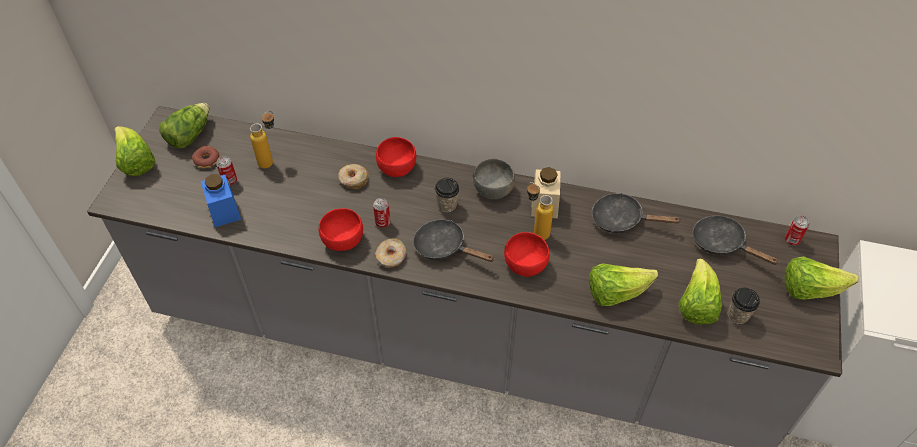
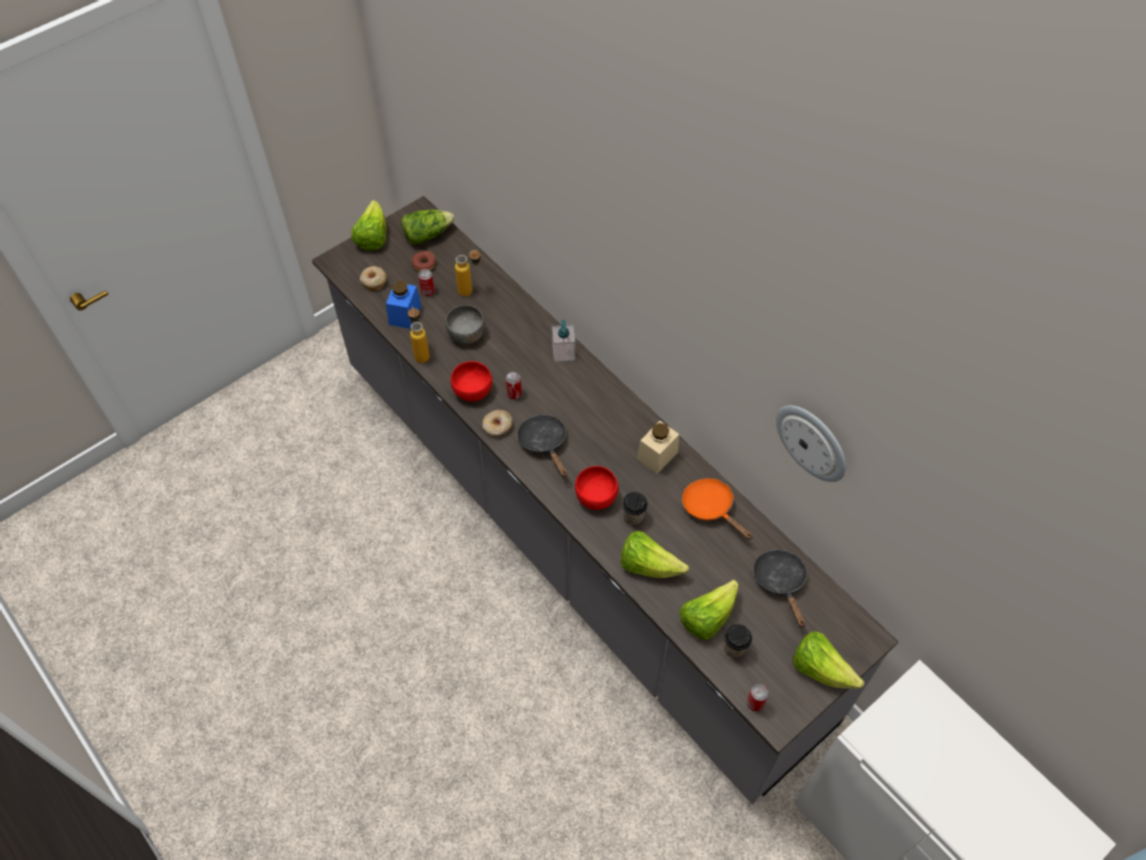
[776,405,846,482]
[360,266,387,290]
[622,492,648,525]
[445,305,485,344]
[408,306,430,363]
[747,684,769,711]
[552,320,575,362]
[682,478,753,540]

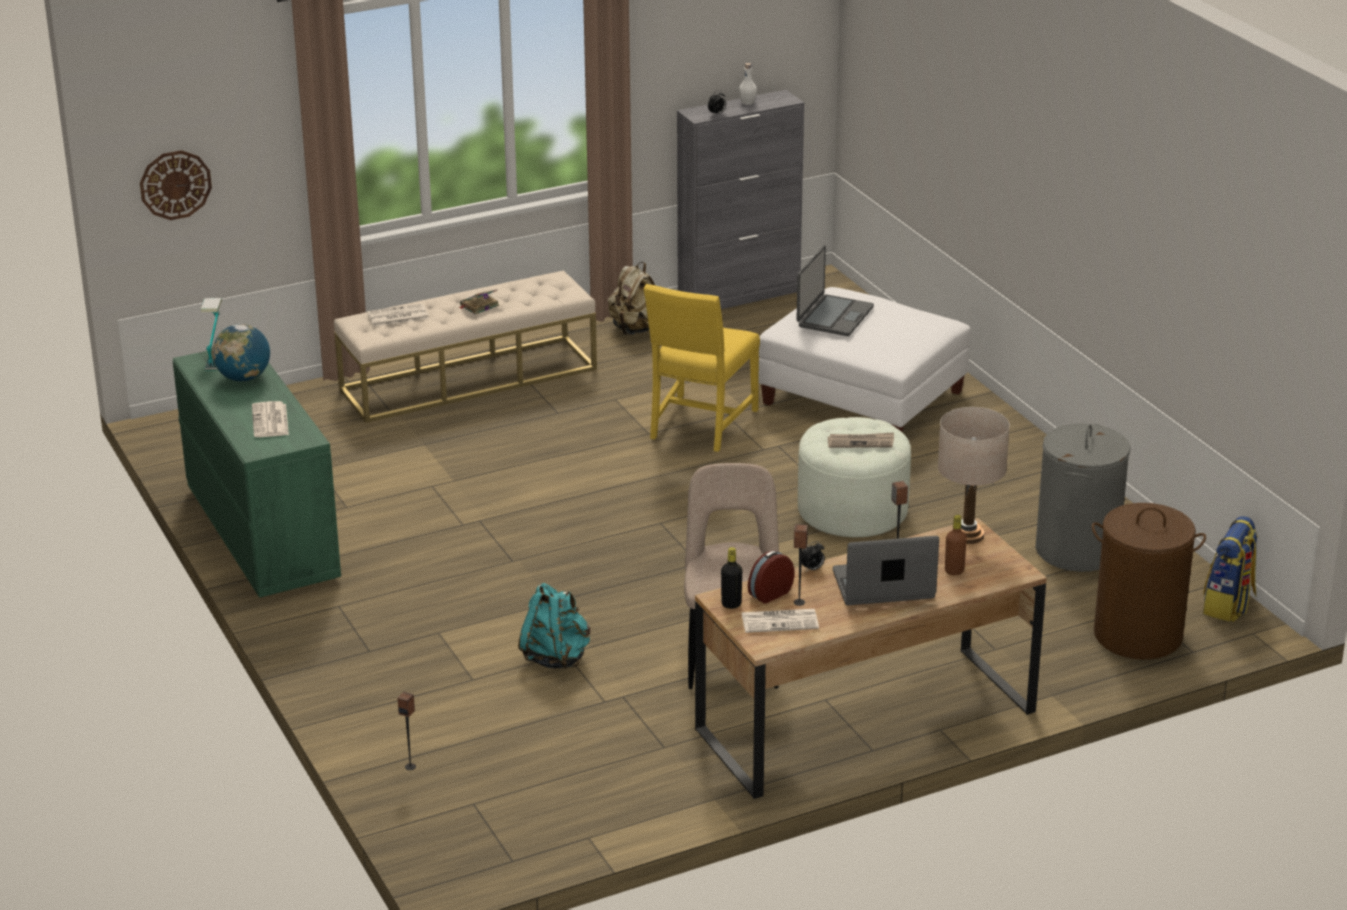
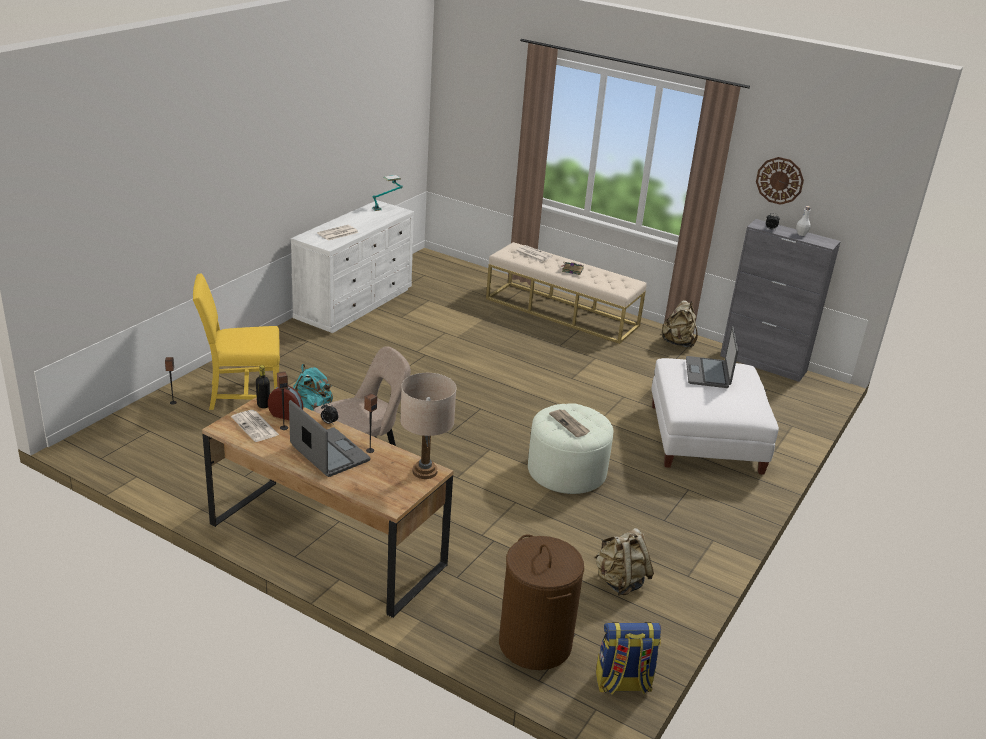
[212,324,270,381] (first image)
[945,515,967,575] (first image)
[756,157,804,205]
[193,273,280,410]
[594,528,654,596]
[291,200,414,333]
[686,326,738,388]

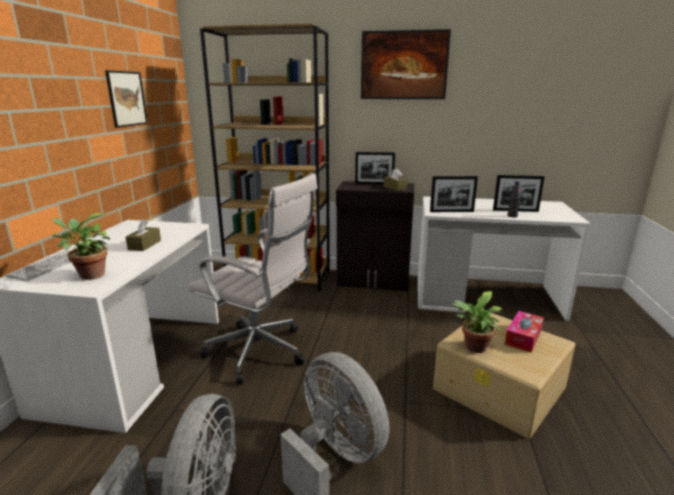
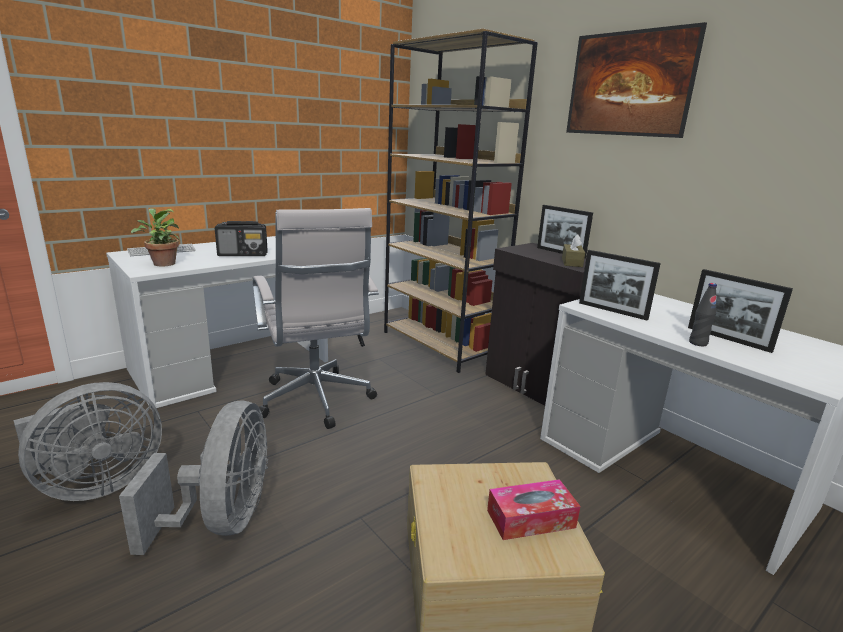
[105,70,148,128] (first image)
[451,291,502,353] (first image)
[215,221,268,256]

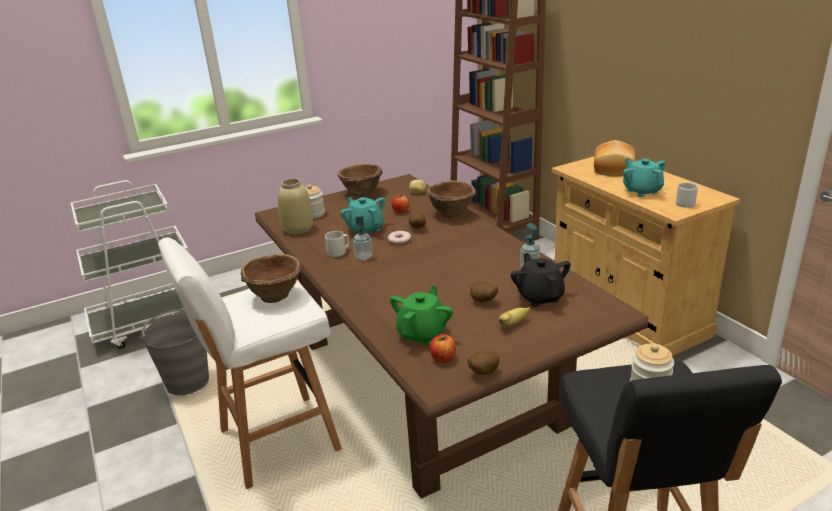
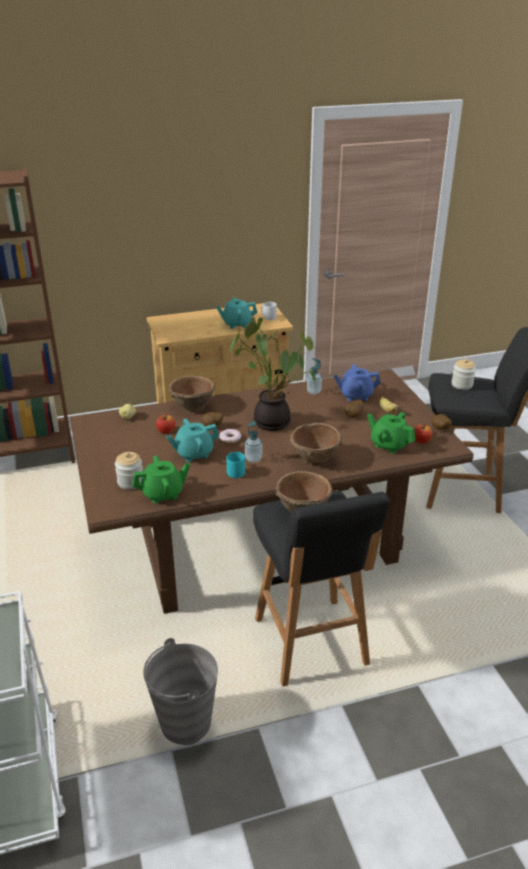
[594,140,635,177] (first image)
[229,317,315,431]
[290,423,342,465]
[132,455,190,503]
[253,490,390,687]
[226,452,245,478]
[333,364,381,401]

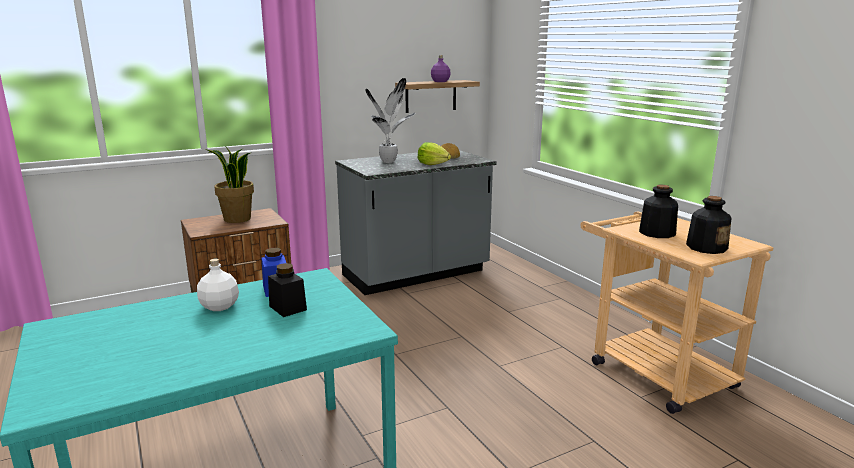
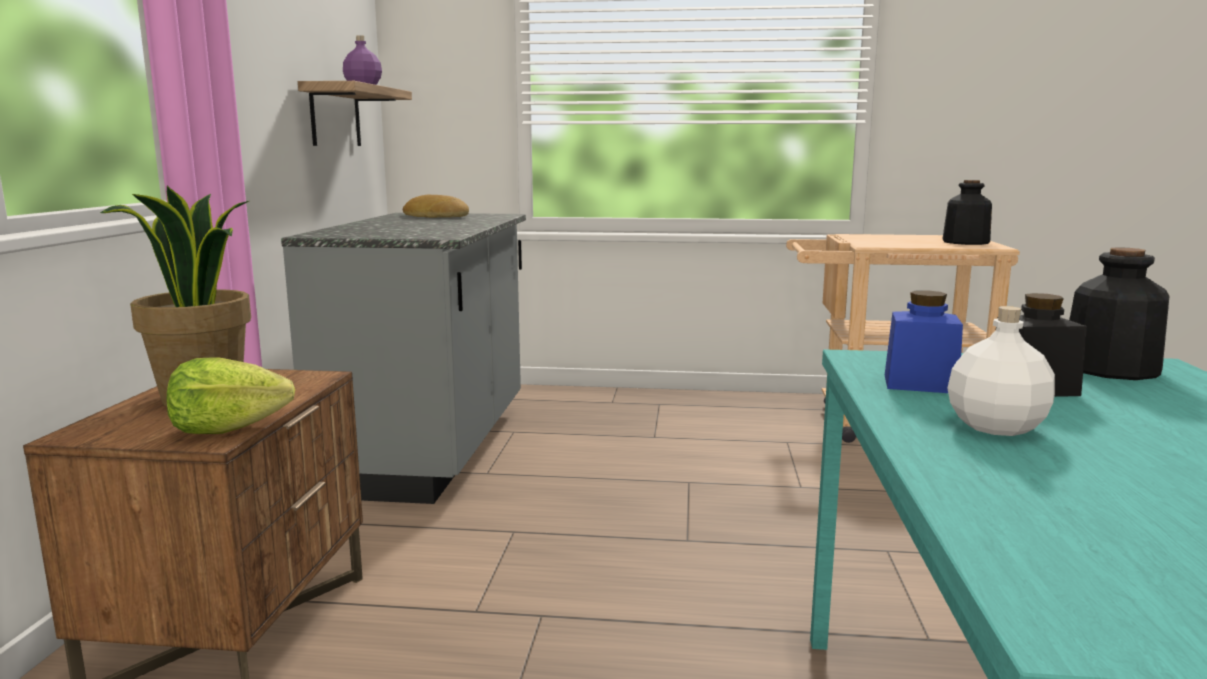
[366,78,415,163] (first image)
[167,357,295,434]
[1069,247,1170,380]

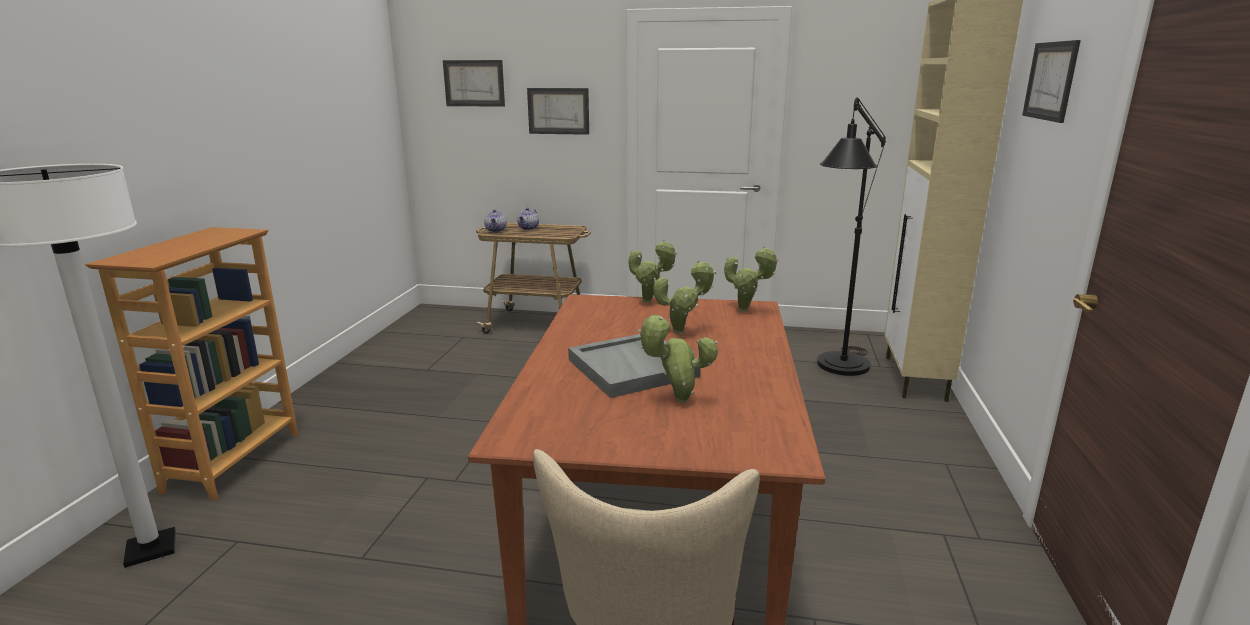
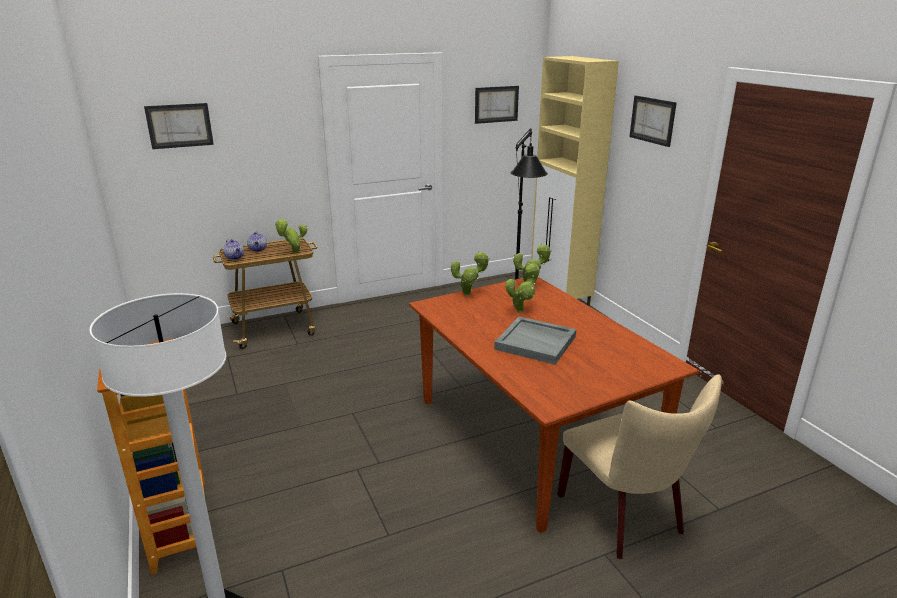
[475,86,519,124]
[275,219,307,254]

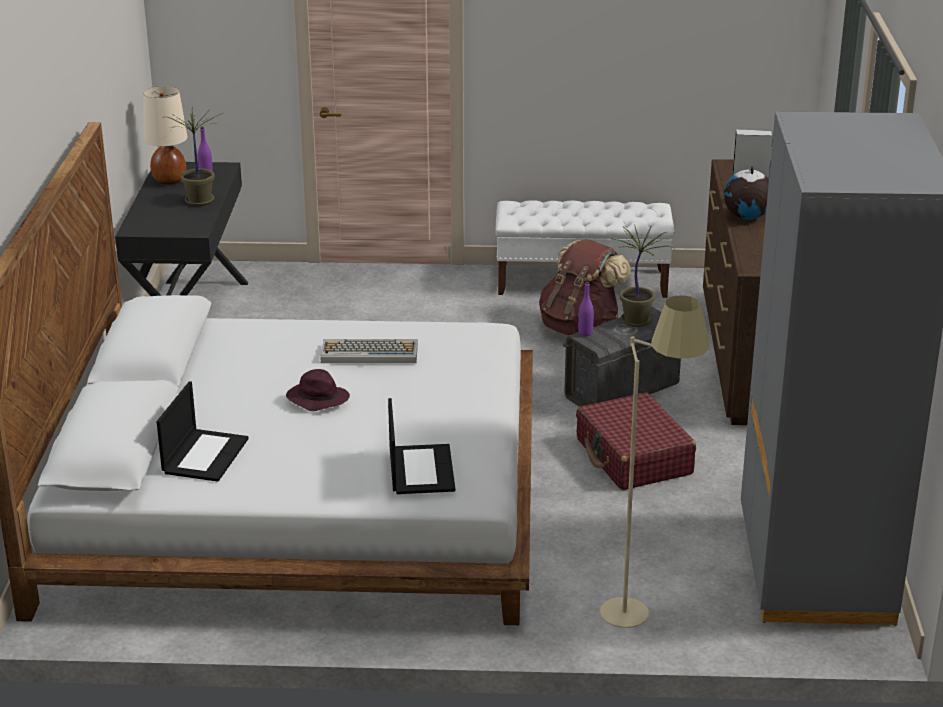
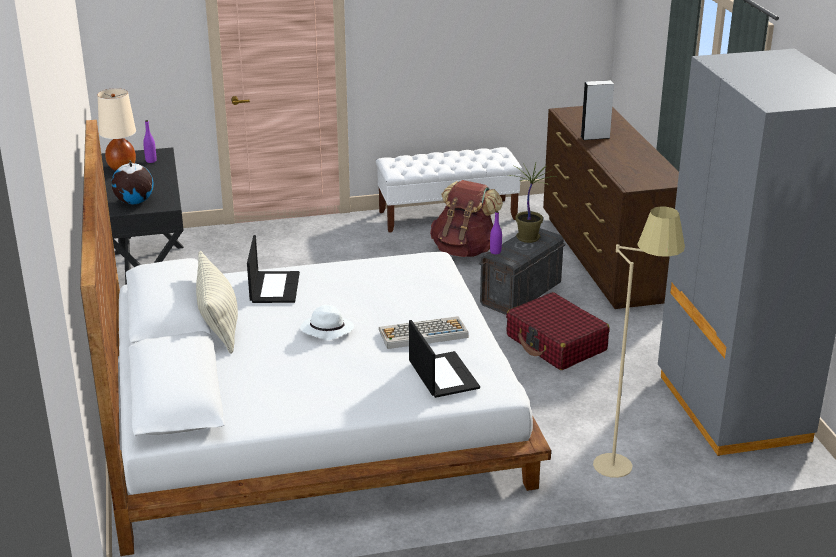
[167,107,223,206] (first image)
[196,251,238,354]
[247,235,300,303]
[379,316,469,349]
[111,160,154,204]
[300,305,354,340]

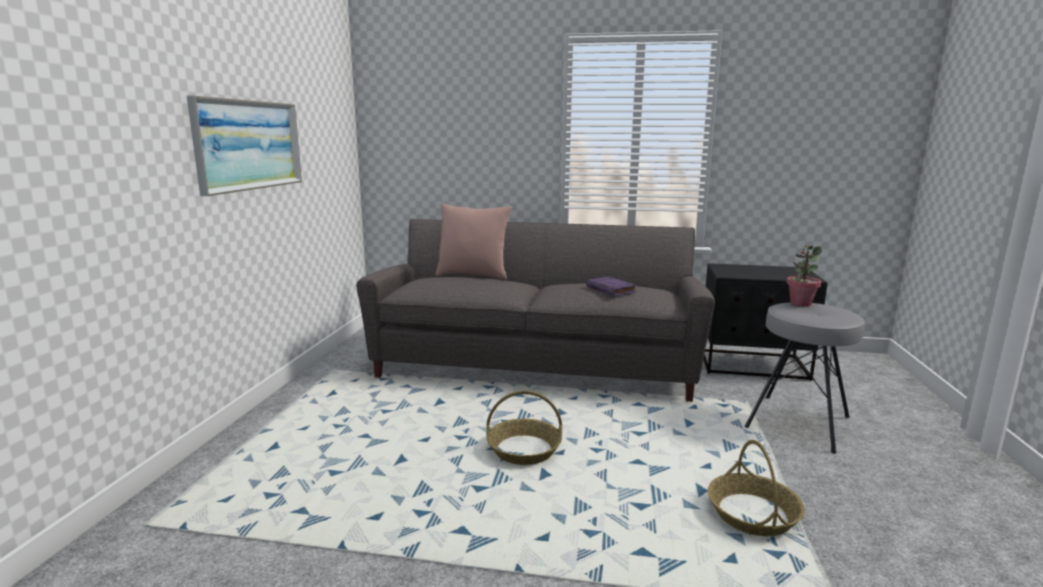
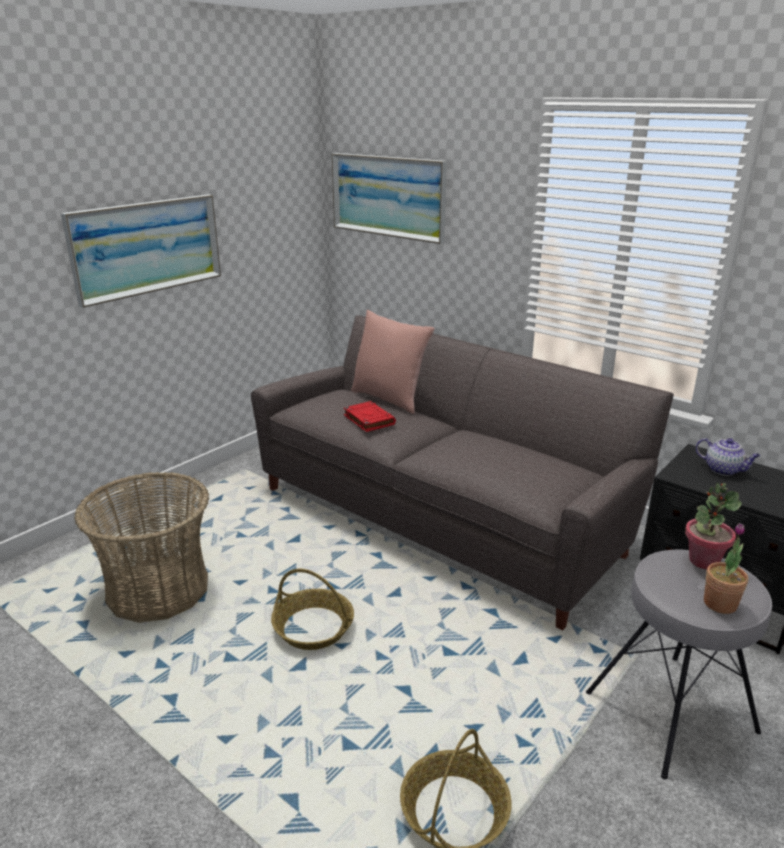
[586,277,637,296] (first image)
[74,472,209,623]
[332,153,447,244]
[343,401,396,432]
[696,438,761,476]
[704,523,748,614]

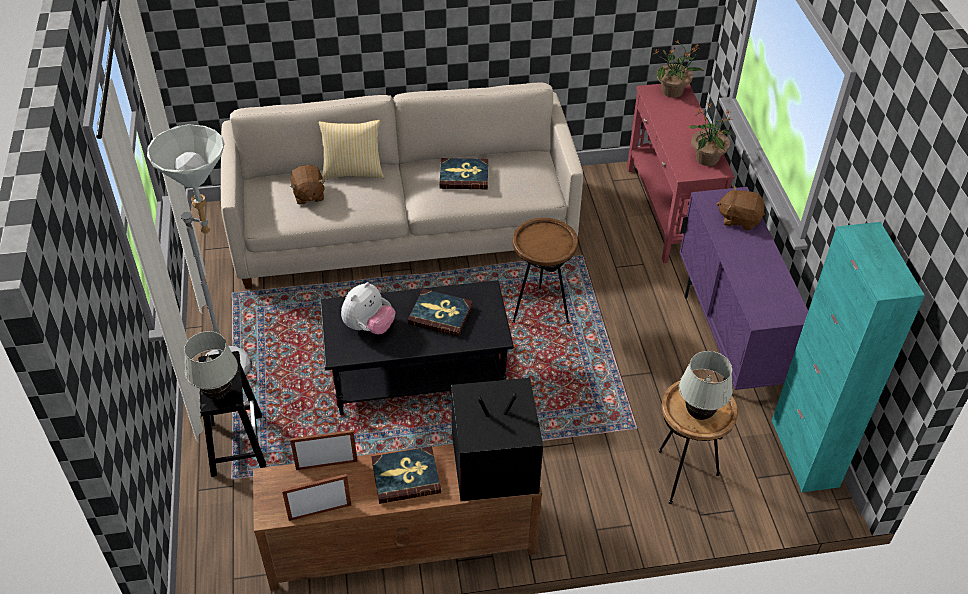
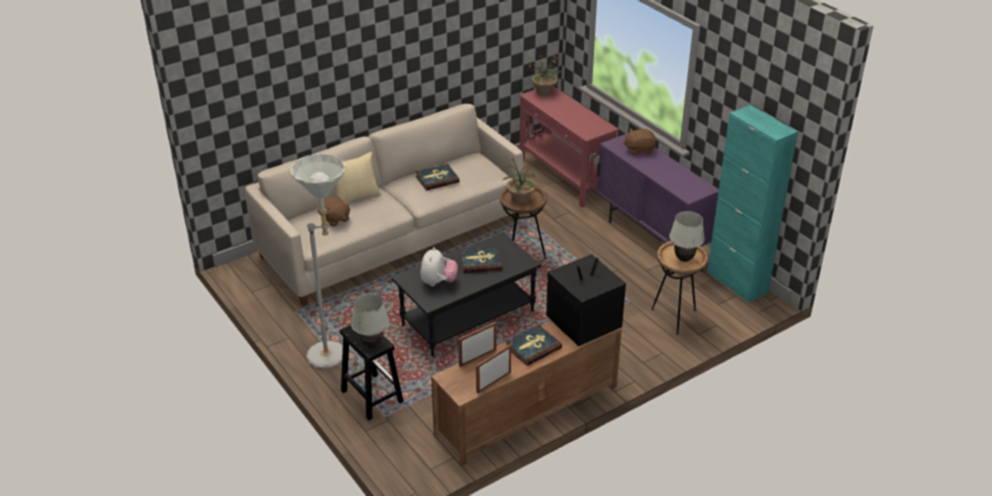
[502,157,536,204]

